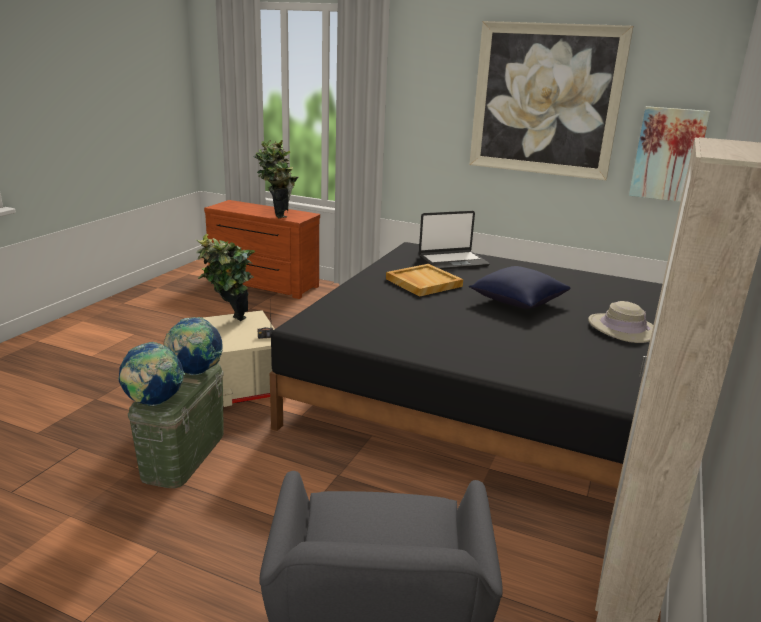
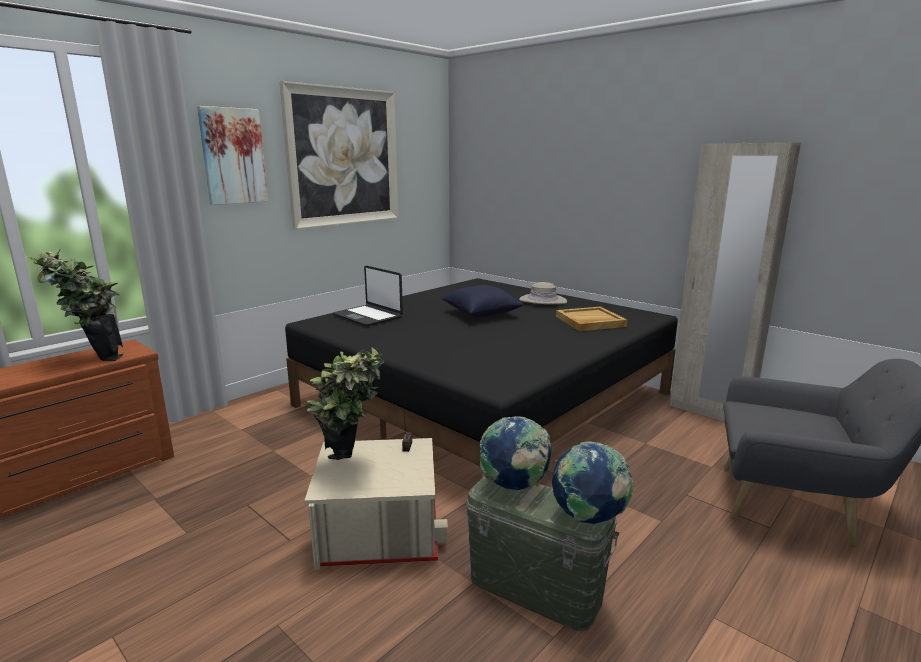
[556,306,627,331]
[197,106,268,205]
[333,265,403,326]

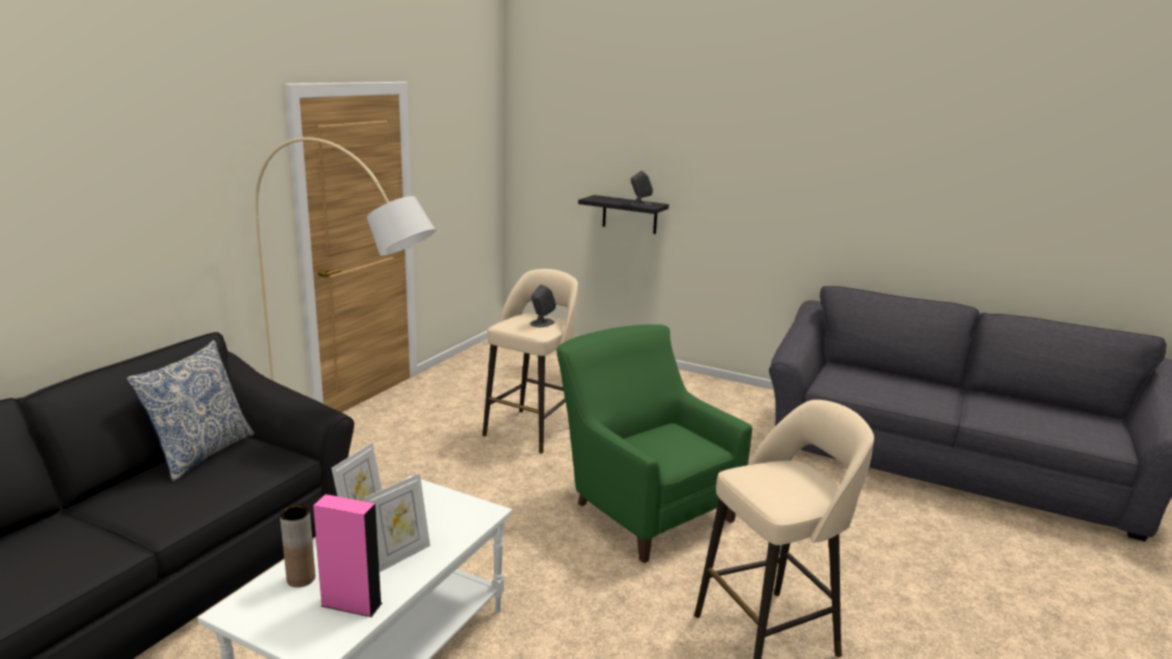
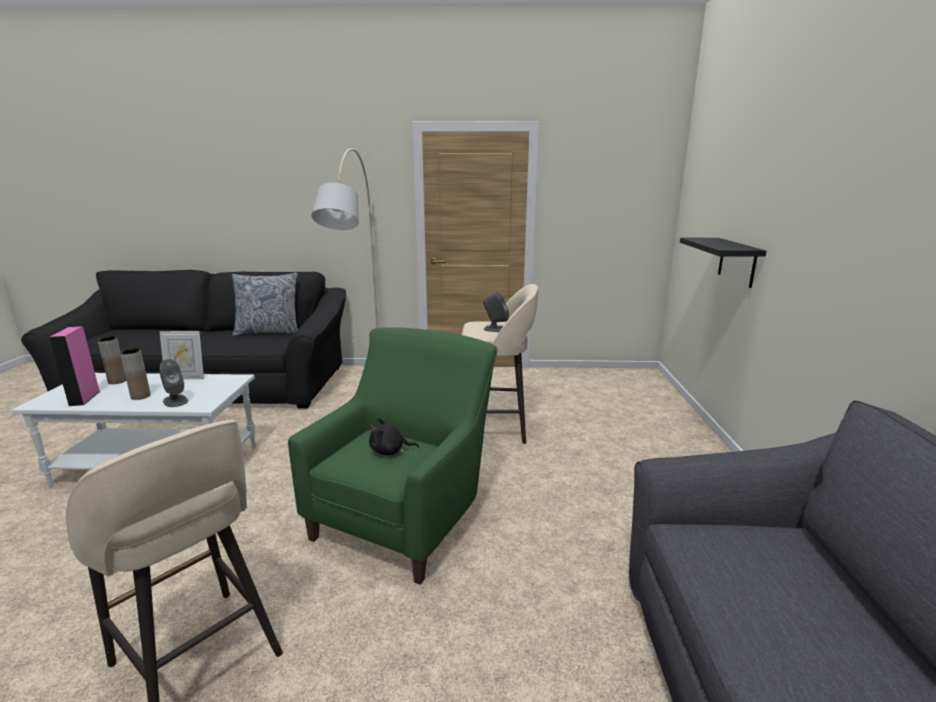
[369,418,419,455]
[159,359,188,407]
[120,348,151,400]

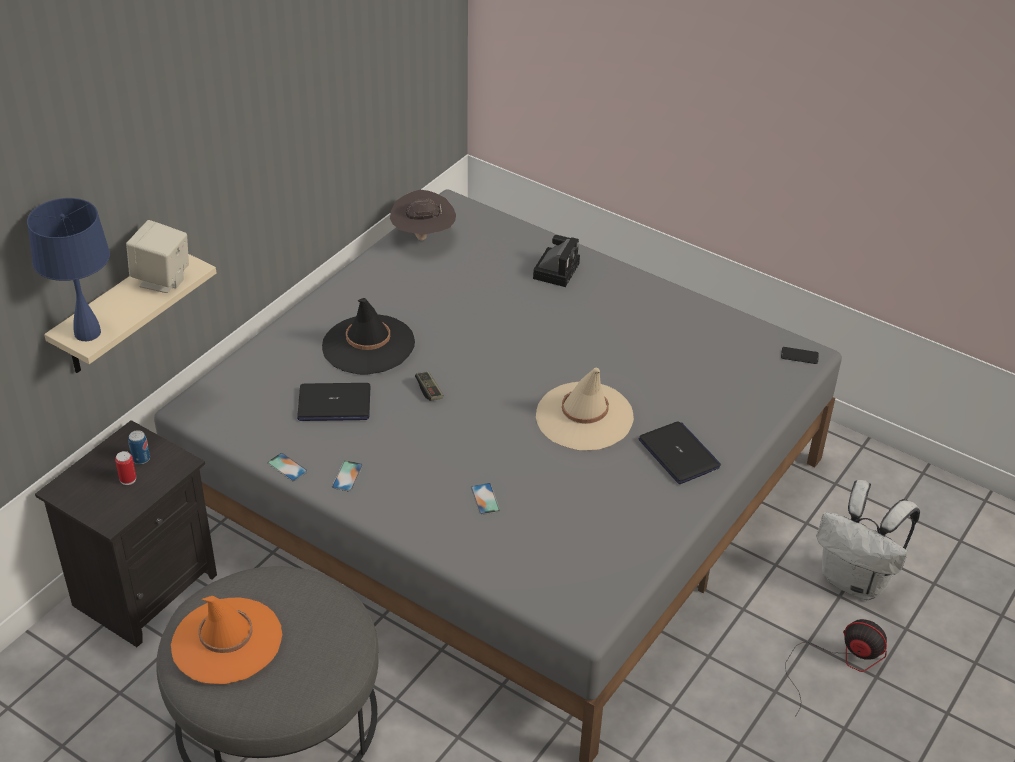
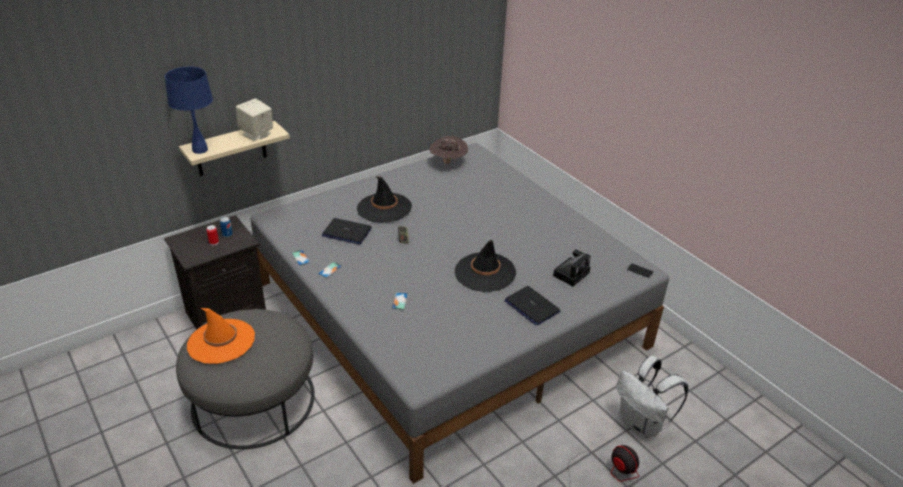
[553,250,591,286]
[455,240,516,292]
[505,286,560,325]

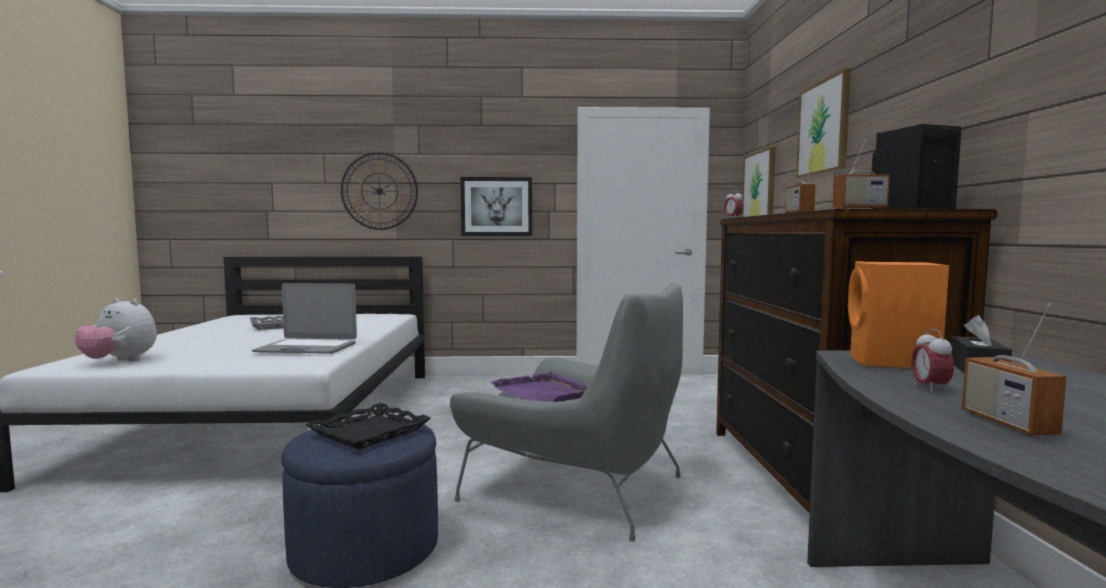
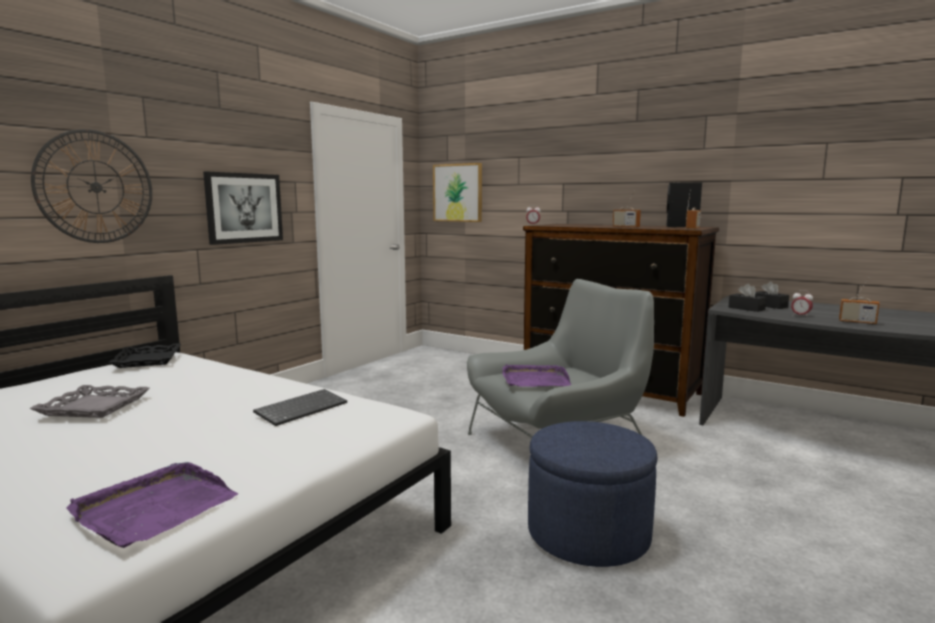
[796,68,851,178] (first image)
[109,343,181,368]
[66,462,238,548]
[253,389,347,426]
[728,284,766,312]

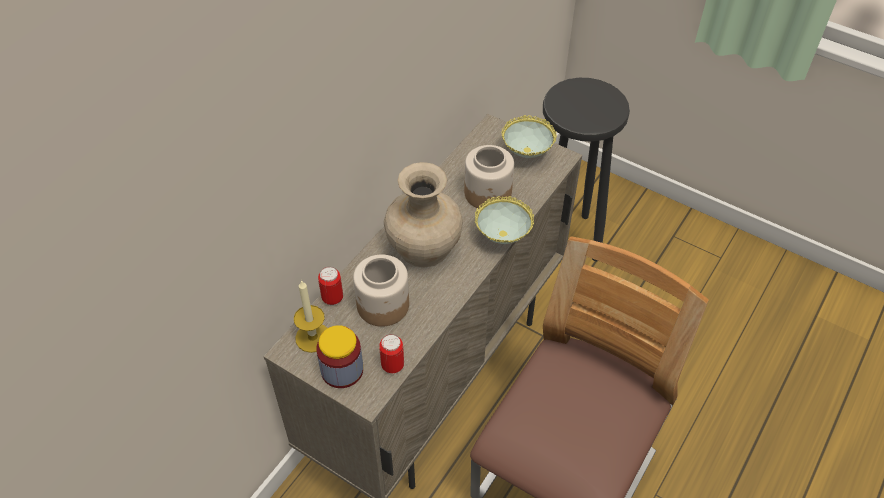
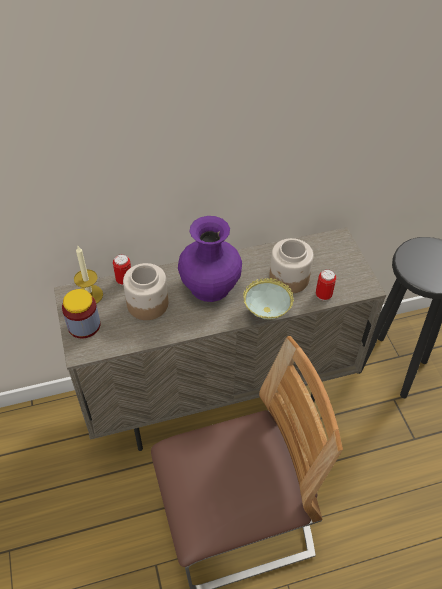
[502,115,557,158] (first image)
[316,269,336,301]
[178,216,242,302]

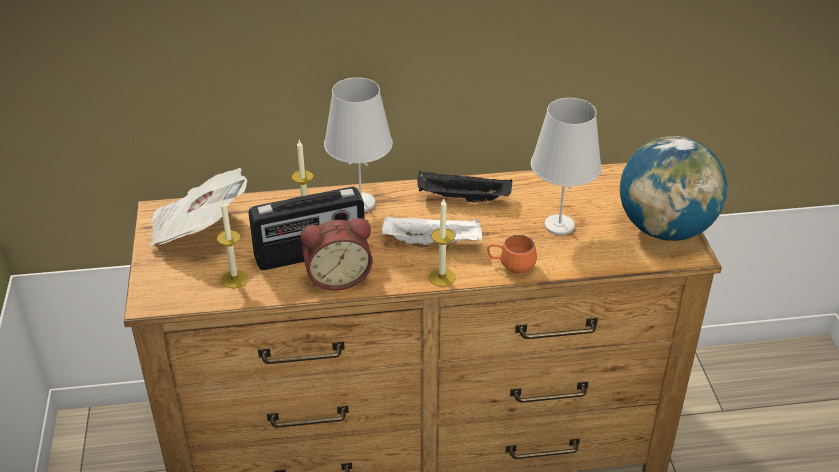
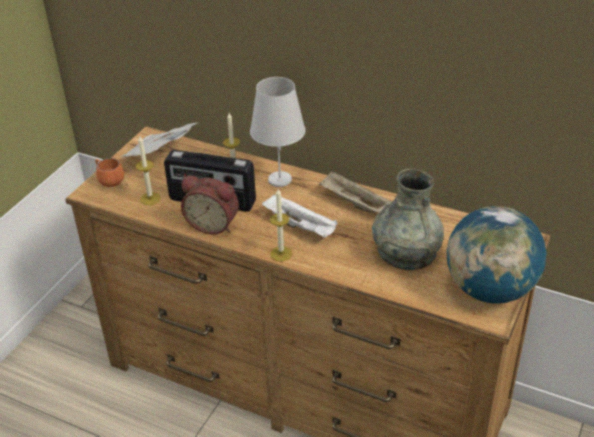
[95,158,124,187]
[372,168,444,270]
[319,171,392,213]

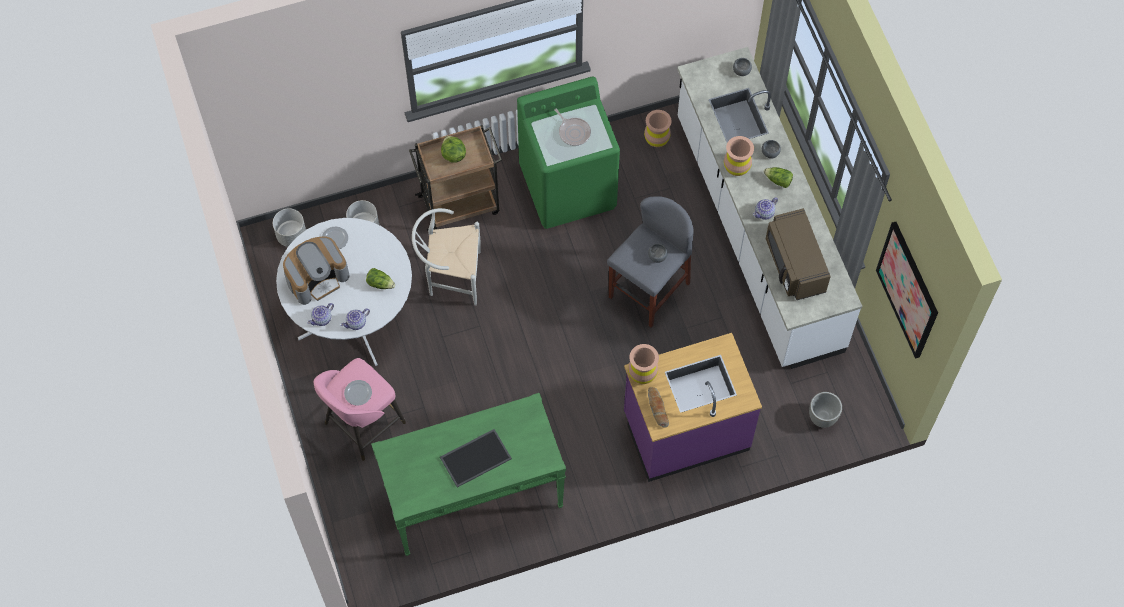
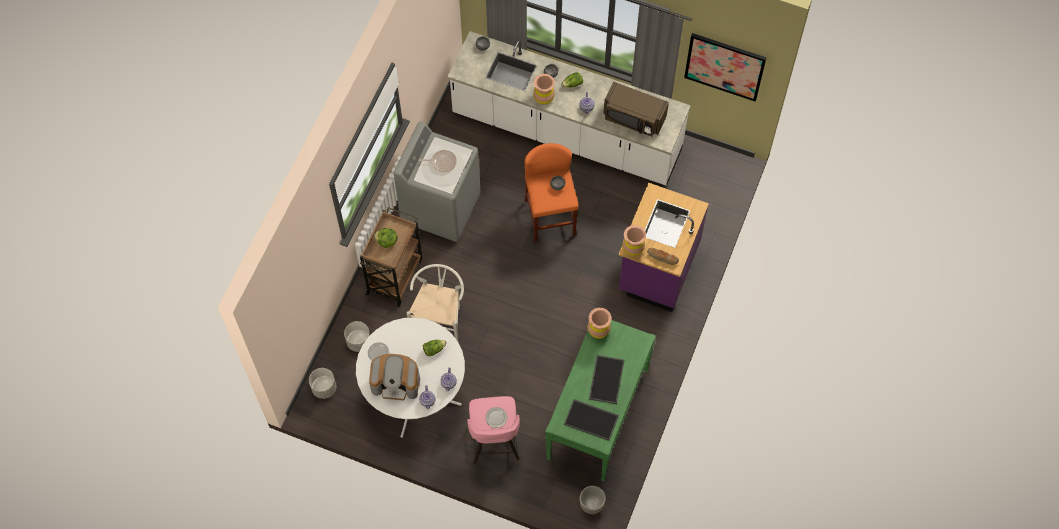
[564,399,619,441]
[588,308,611,339]
[580,486,606,514]
[394,121,480,242]
[525,143,578,242]
[369,354,420,401]
[407,264,464,341]

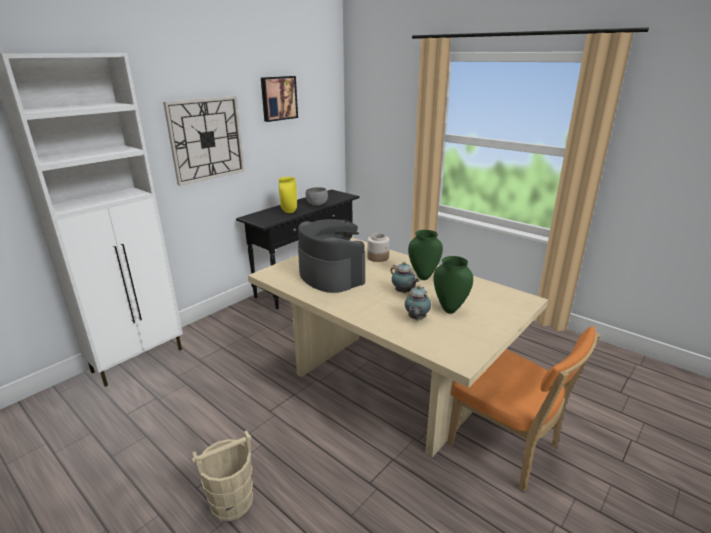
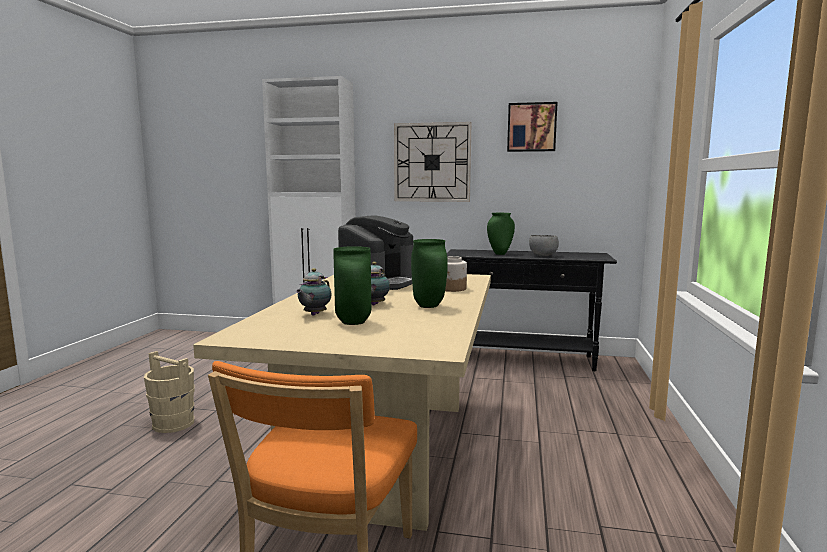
[487,213,515,255]
[296,268,331,316]

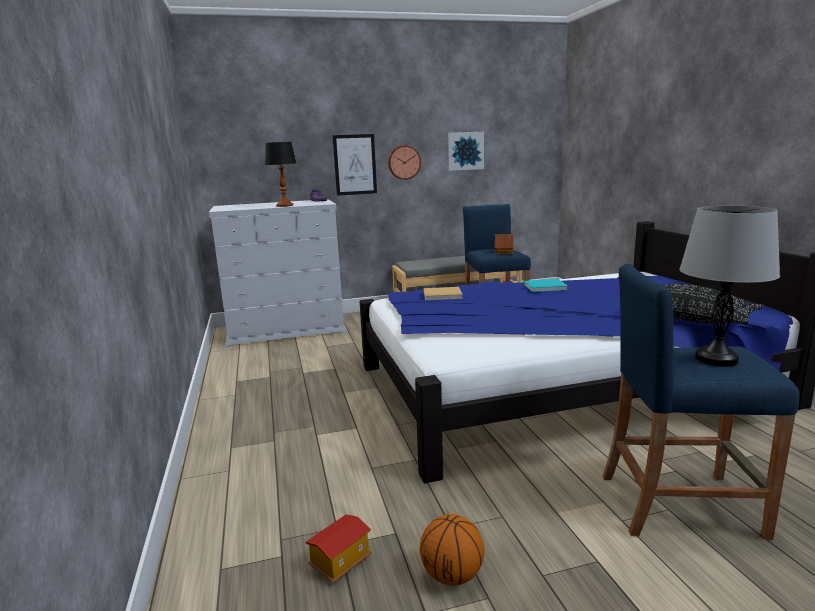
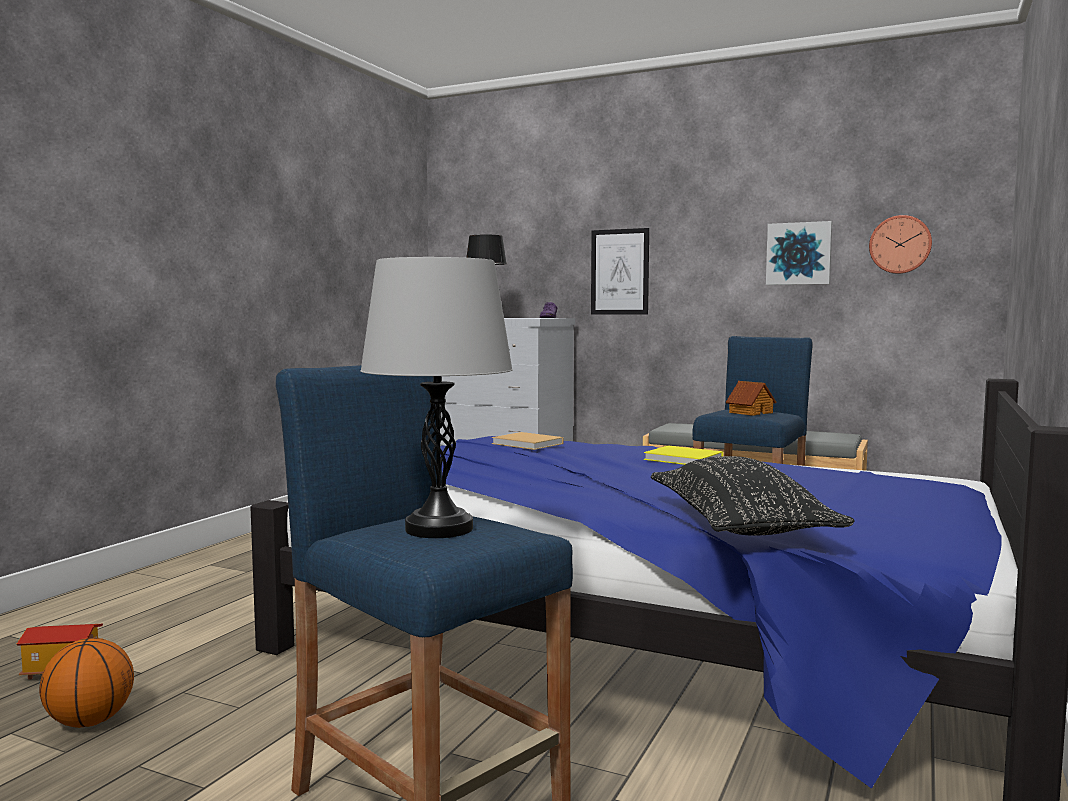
[869,215,932,274]
[644,446,723,465]

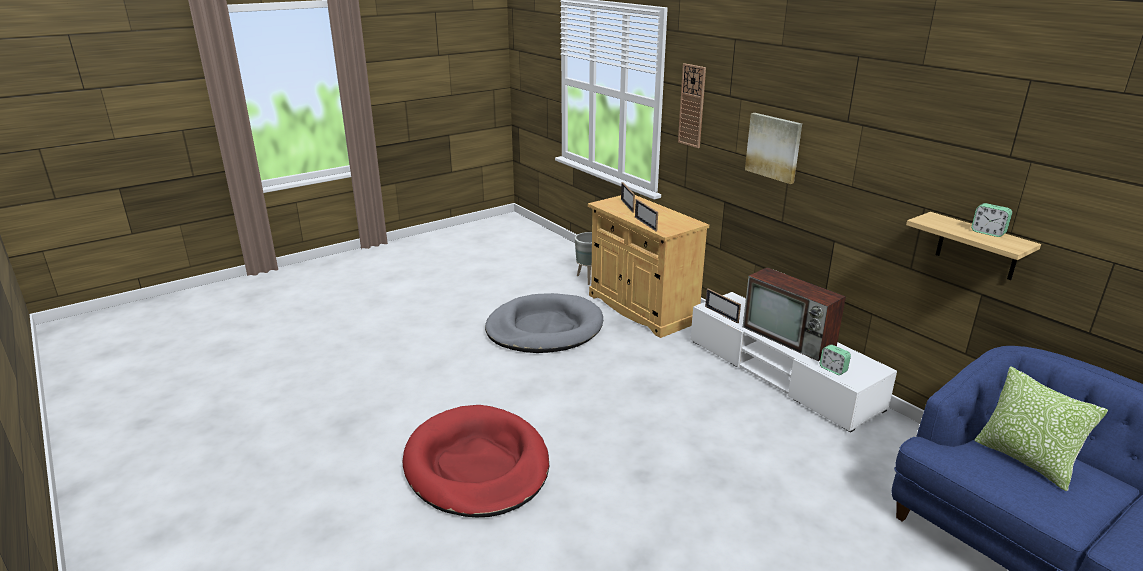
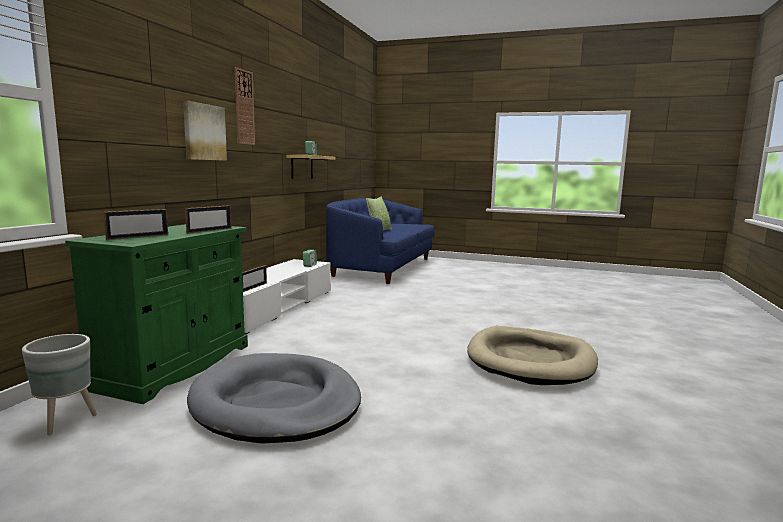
[743,267,846,361] (first image)
[235,67,255,145]
[467,326,598,385]
[65,224,248,404]

